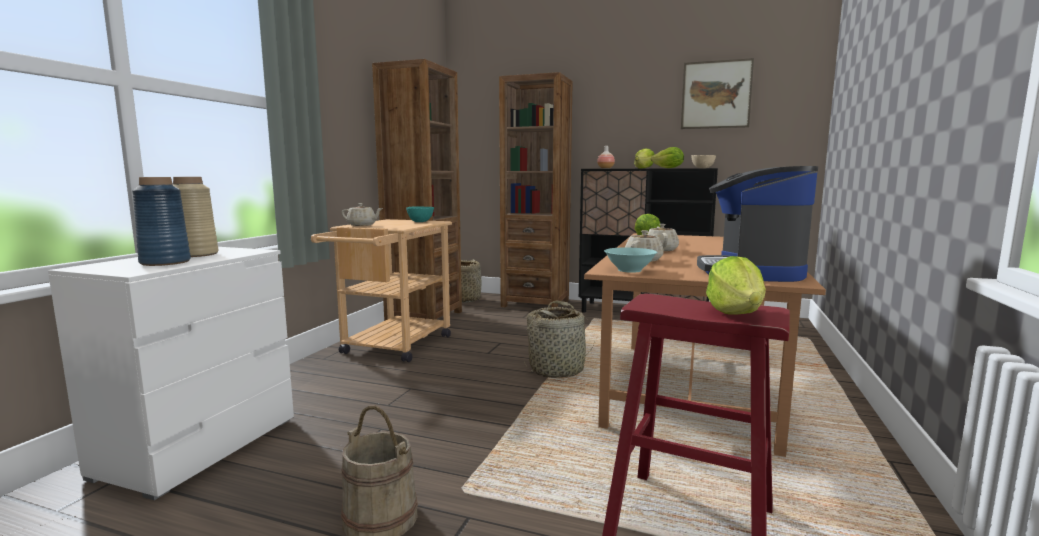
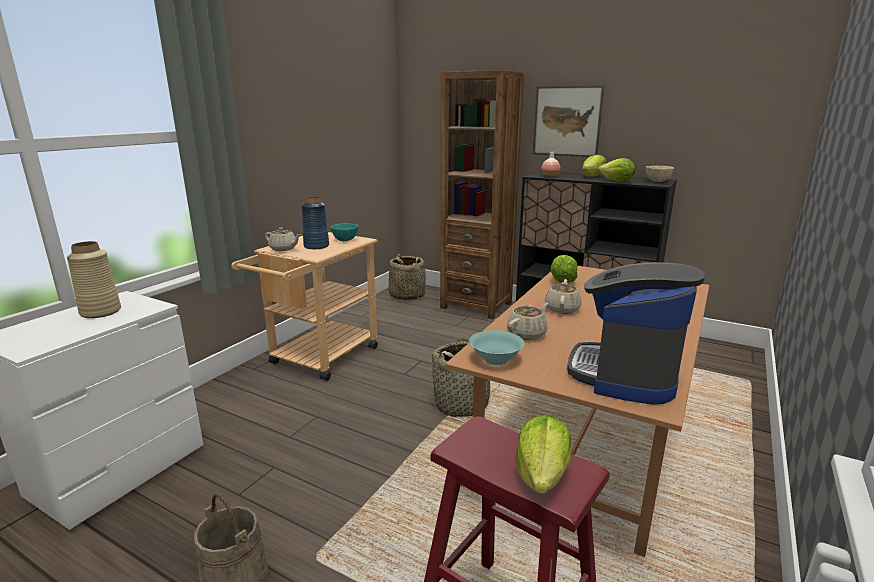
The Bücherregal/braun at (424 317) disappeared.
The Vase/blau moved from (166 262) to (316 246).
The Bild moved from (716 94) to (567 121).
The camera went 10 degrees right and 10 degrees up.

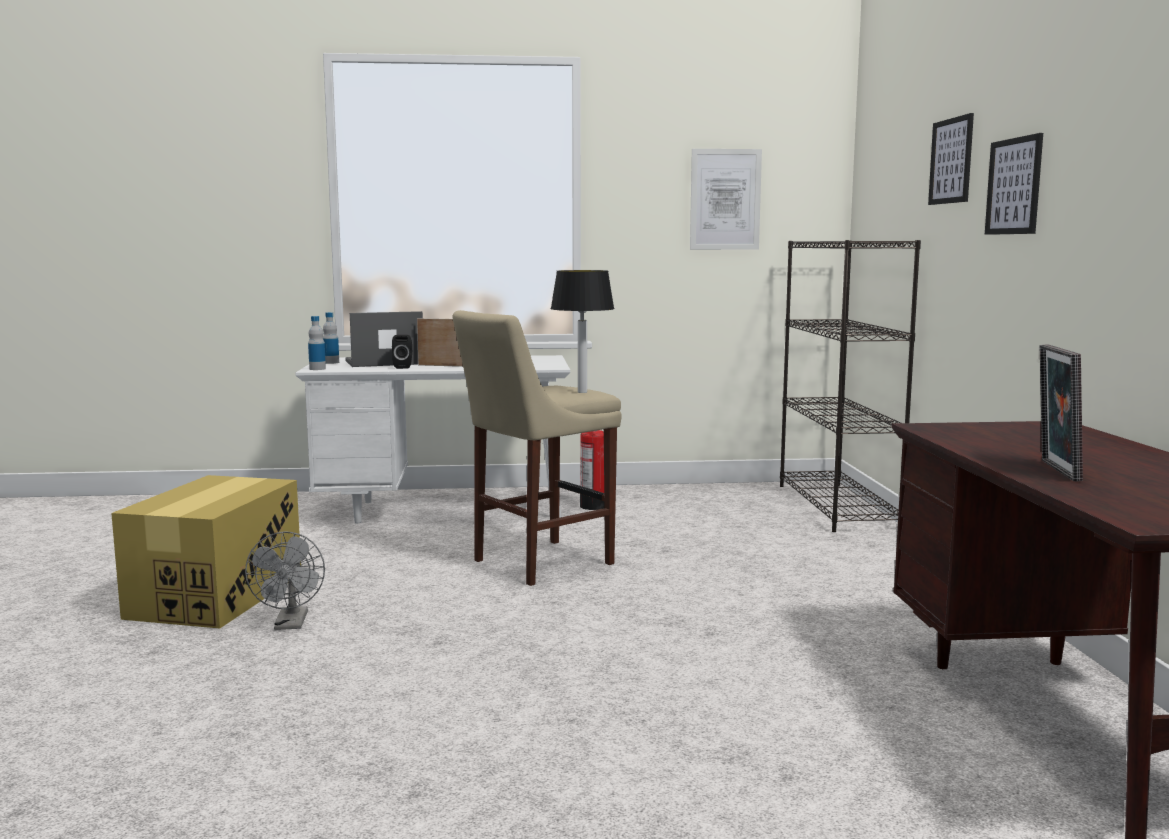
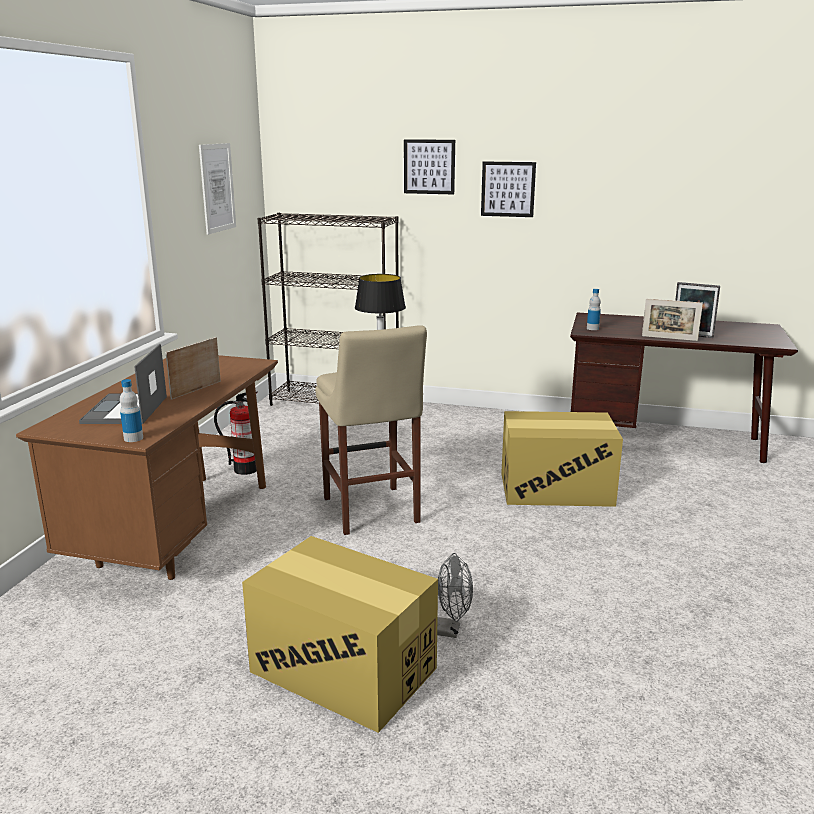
The Lautsprecher/schwarz at (403 367) disappeared.
The Karton at (555 489) appeared.
The Bilderrahmen at (669 338) appeared.
The Flasche moved from (331 362) to (592 328).
The Schreibtisch/weiß at (442 510) became the Schreibtisch/braun at (179 531).
The camera went 70 degrees left and 10 degrees up.

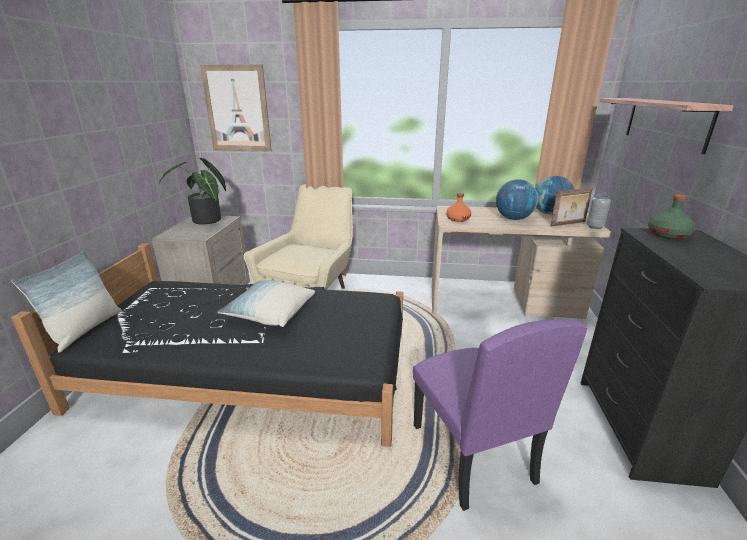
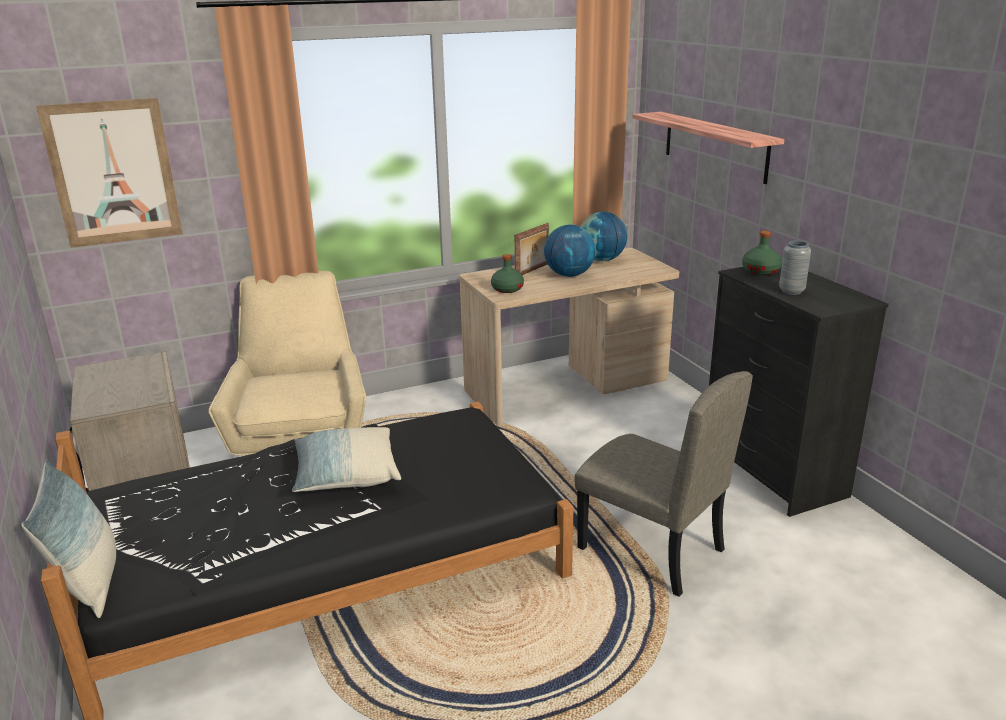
The Topfpflanze at (206 221) disappeared.
The Bilderrahmen moved from (568 224) to (532 270).
The Vase/grau moved from (595 227) to (791 291).
The Stuhl/lila at (471 452) became the Stuhl/beige at (650 549).
The Flasche/orange at (457 219) became the Flasche/grün at (507 289).
The camera went 30 degrees left and 0 degrees up.

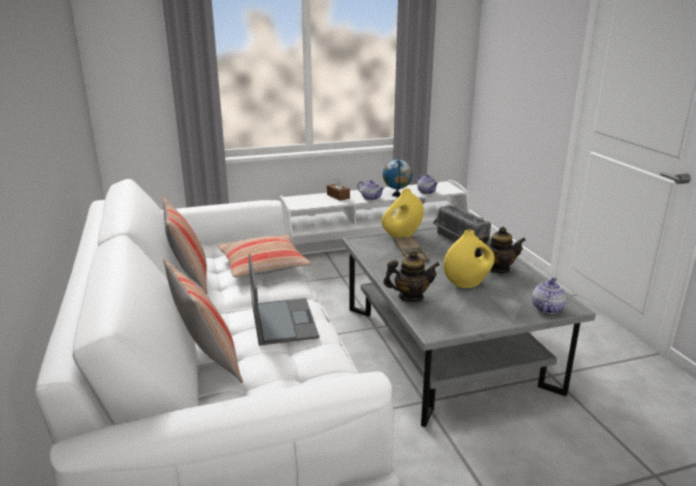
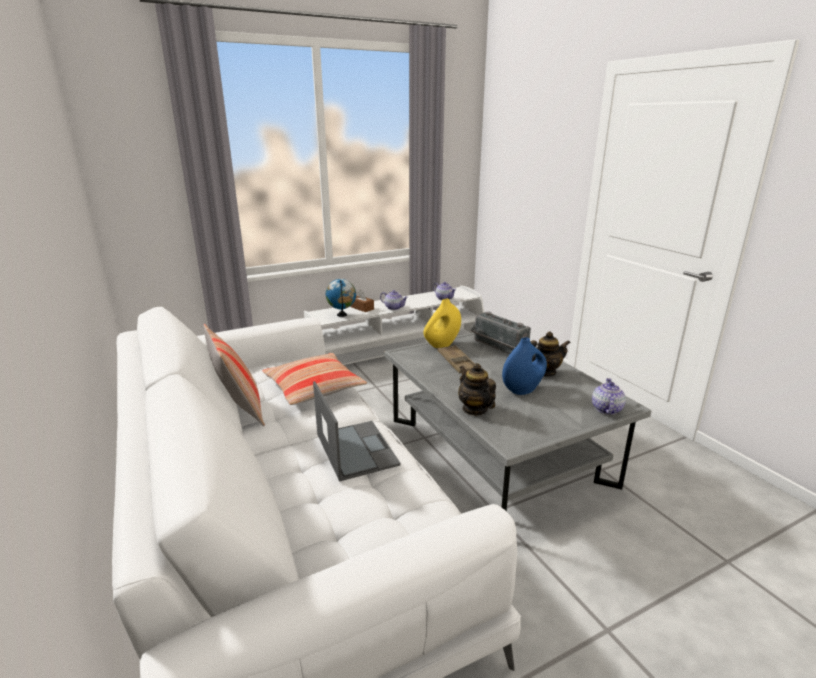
The Kissen at (207 360) disappeared.
The Globus moved from (397 195) to (342 315).
The Vase/gelb at (467 283) became the Vase/blau at (522 390).
The Teekanne at (410 297) turned 105 degrees counterclockwise.
The camera went 10 degrees left and 0 degrees up.

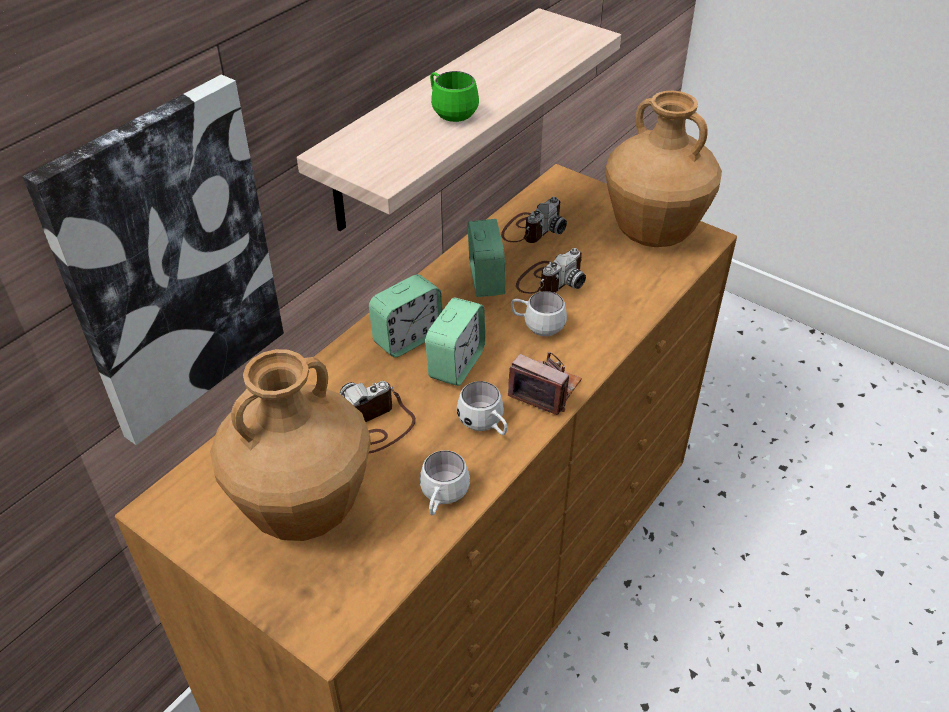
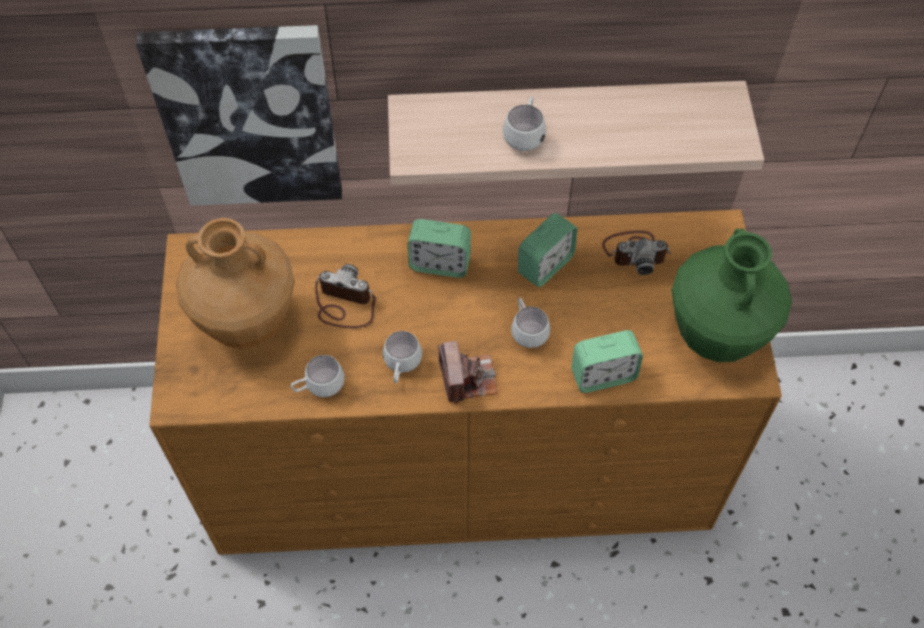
The Kamera at (549 280) disappeared.
The Wecker moved from (456 364) to (603 375).
The Henkelbecher/grün at (450 112) became the Henkelbecher/weiß at (525 135).
The Vase/braun at (652 234) became the Vase/grün at (716 335).
The camera went 50 degrees right and 15 degrees up.

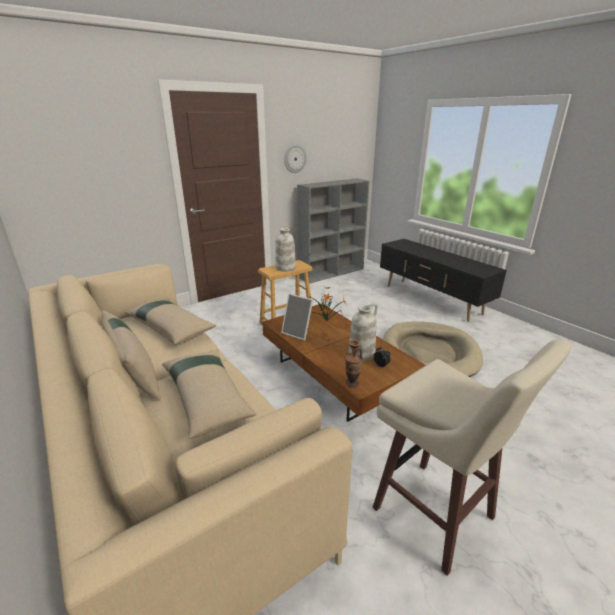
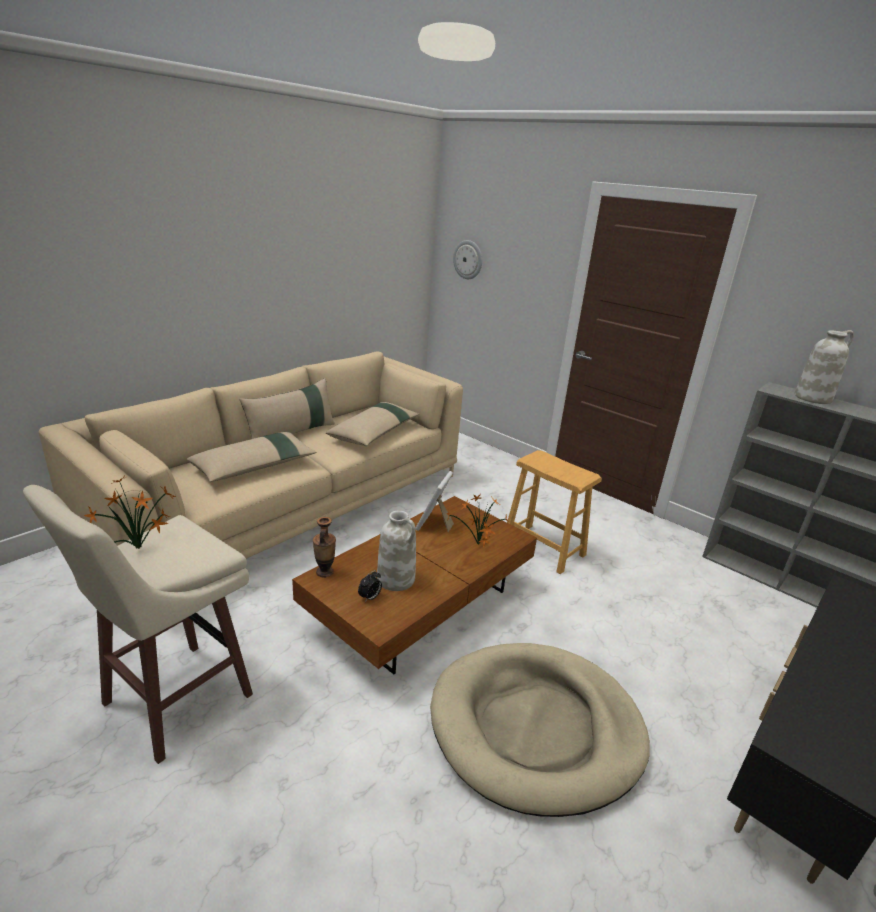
The Topfpflanze at (141 548) appeared.
The Vase/weiß moved from (285 268) to (813 398).
The Wanduhr moved from (295 158) to (468 259).
The camera went 75 degrees right and 0 degrees up.

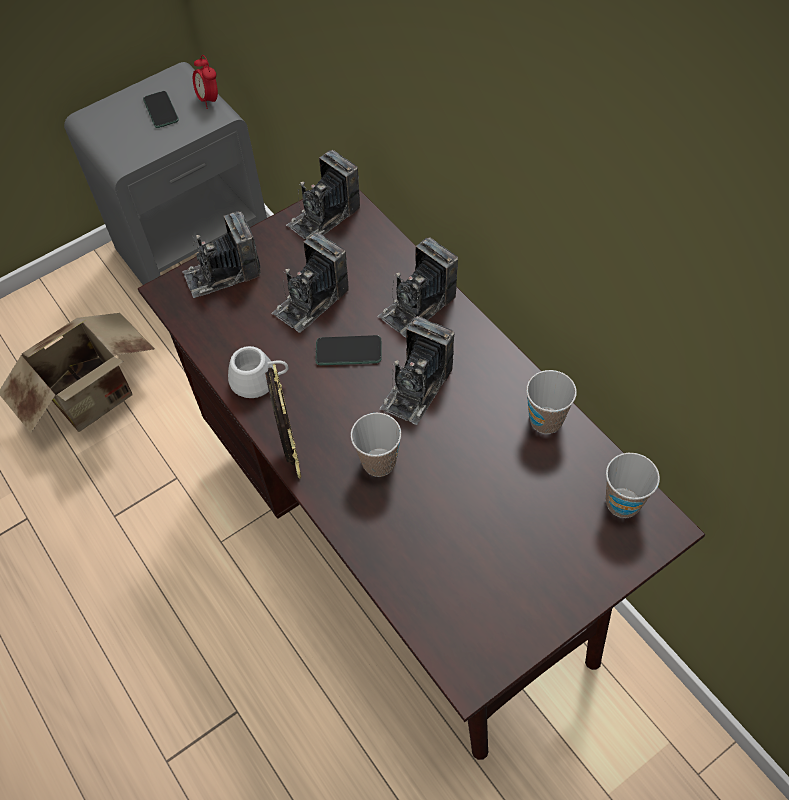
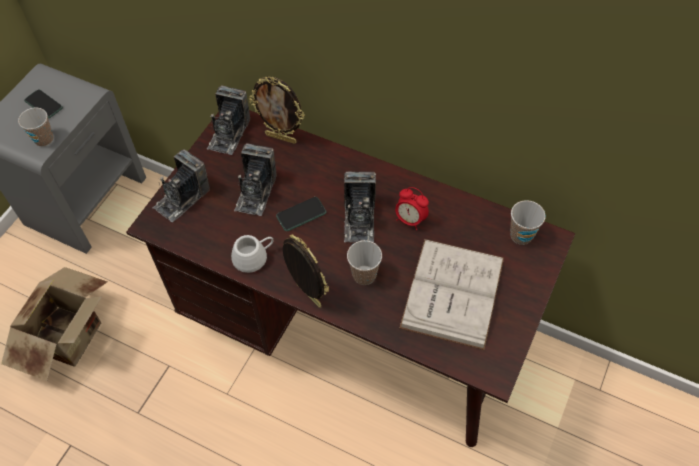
The Kamera at (418 306) disappeared.
The Bilderrahmen at (281 138) appeared.
The Buch/weiß at (453 292) appeared.
The Wecker moved from (209 100) to (410 220).
The Tasse moved from (546 420) to (44 139).
The camera went 30 degrees left and 0 degrees up.

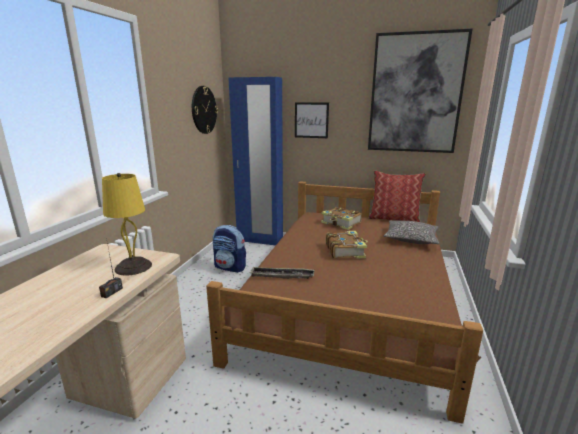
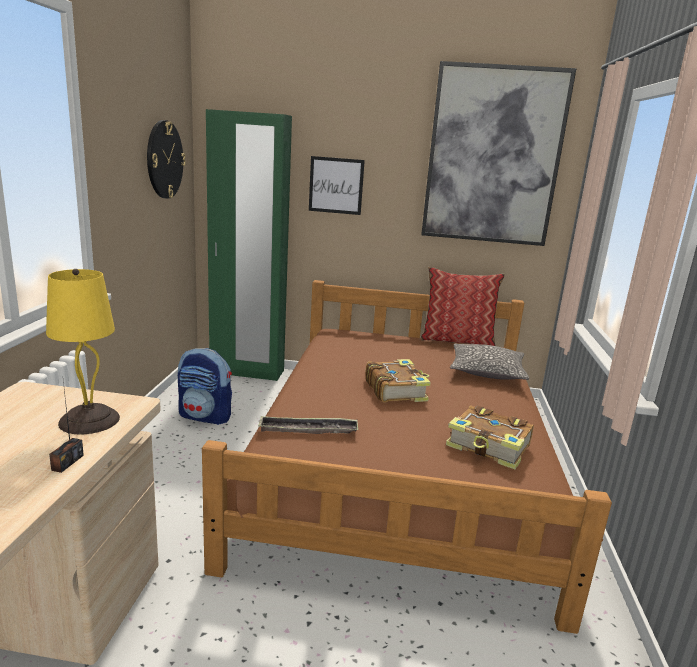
The Buch moved from (341 223) to (489 447).
The Kleiderschrank/blau at (260 240) became the Kleiderschrank/grün at (247 372).
The camera went 10 degrees left and 0 degrees up.

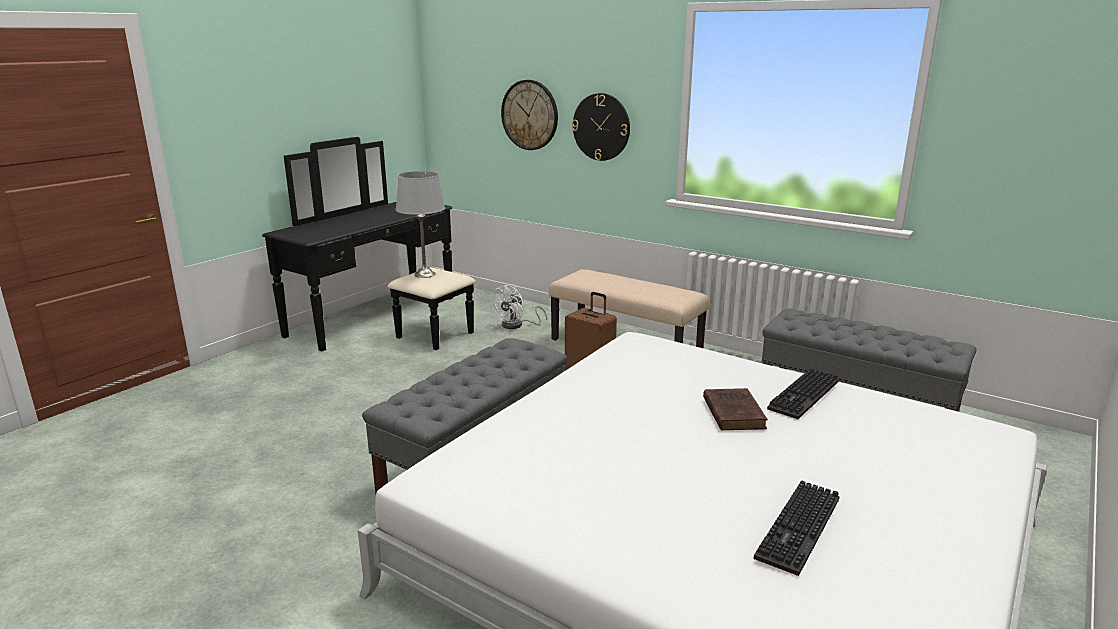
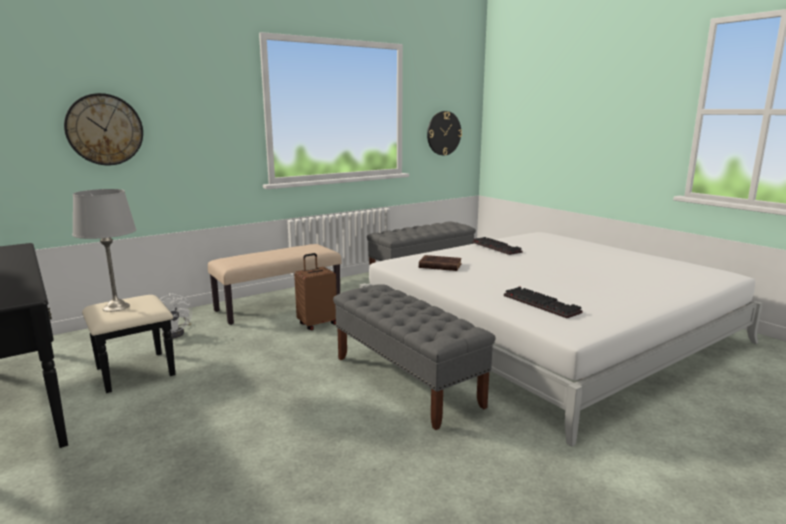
The Wanduhr moved from (601 127) to (443 133).
The Buch/braun moved from (733 412) to (439 266).
The Tastatur moved from (800 530) to (543 304).
The camera went 70 degrees left and 5 degrees down.

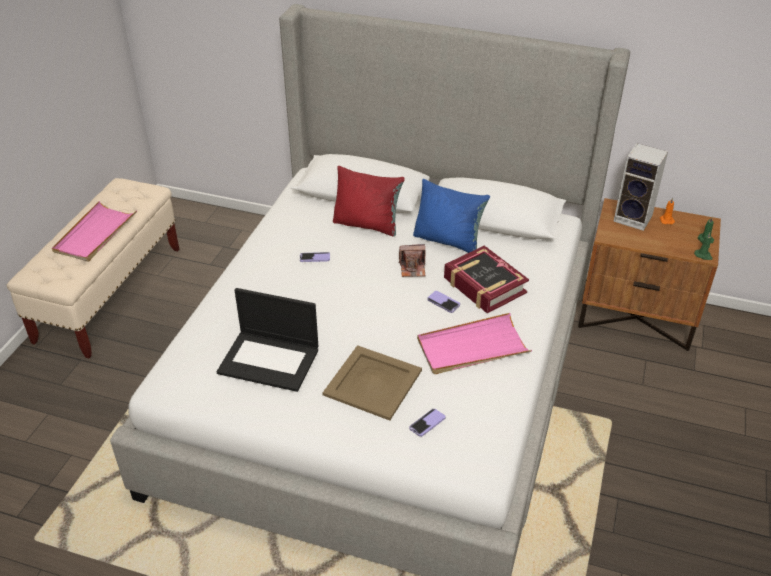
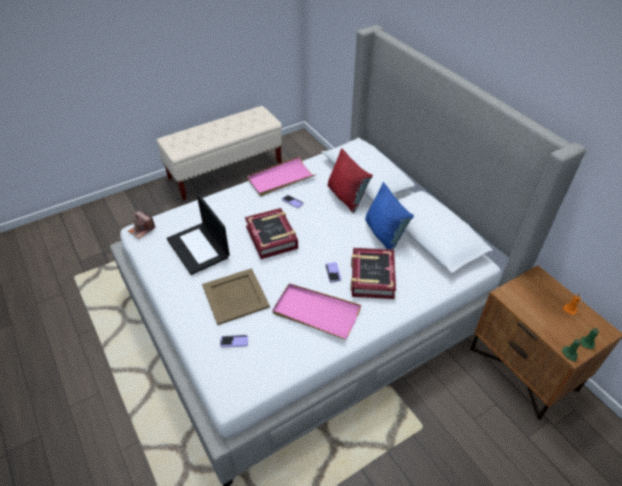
The Lautsprecher at (634 218) disappeared.
The Buch at (272 237) appeared.
The Tablett/rosa moved from (95 234) to (280 179).
The Kamera moved from (412 268) to (141 230).
The camera went 40 degrees right and 5 degrees up.

